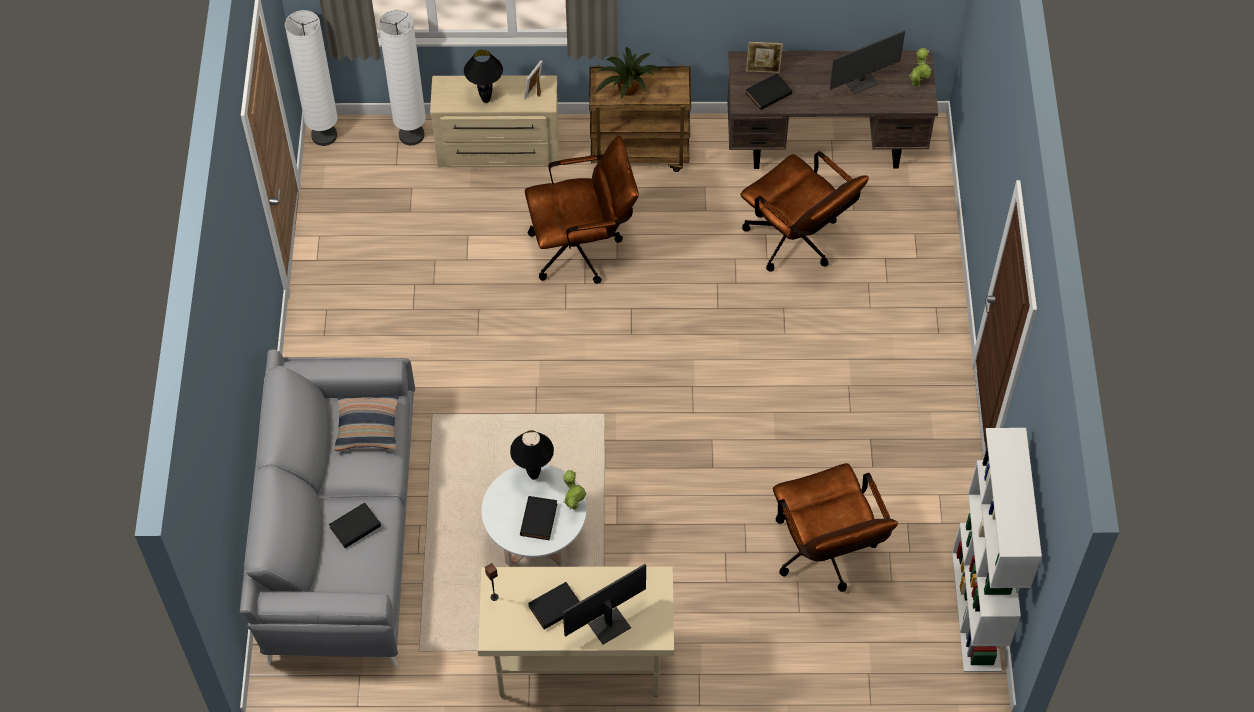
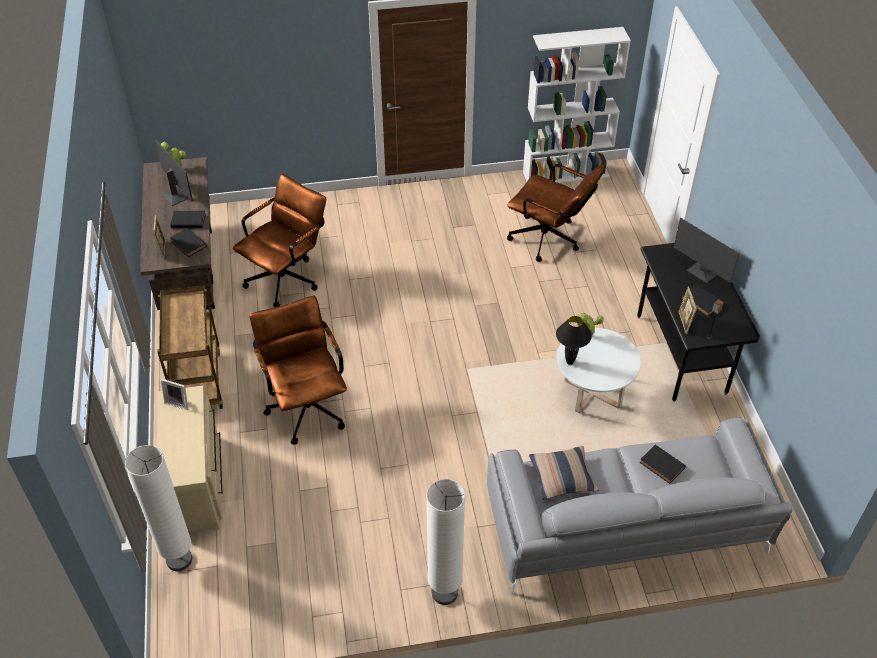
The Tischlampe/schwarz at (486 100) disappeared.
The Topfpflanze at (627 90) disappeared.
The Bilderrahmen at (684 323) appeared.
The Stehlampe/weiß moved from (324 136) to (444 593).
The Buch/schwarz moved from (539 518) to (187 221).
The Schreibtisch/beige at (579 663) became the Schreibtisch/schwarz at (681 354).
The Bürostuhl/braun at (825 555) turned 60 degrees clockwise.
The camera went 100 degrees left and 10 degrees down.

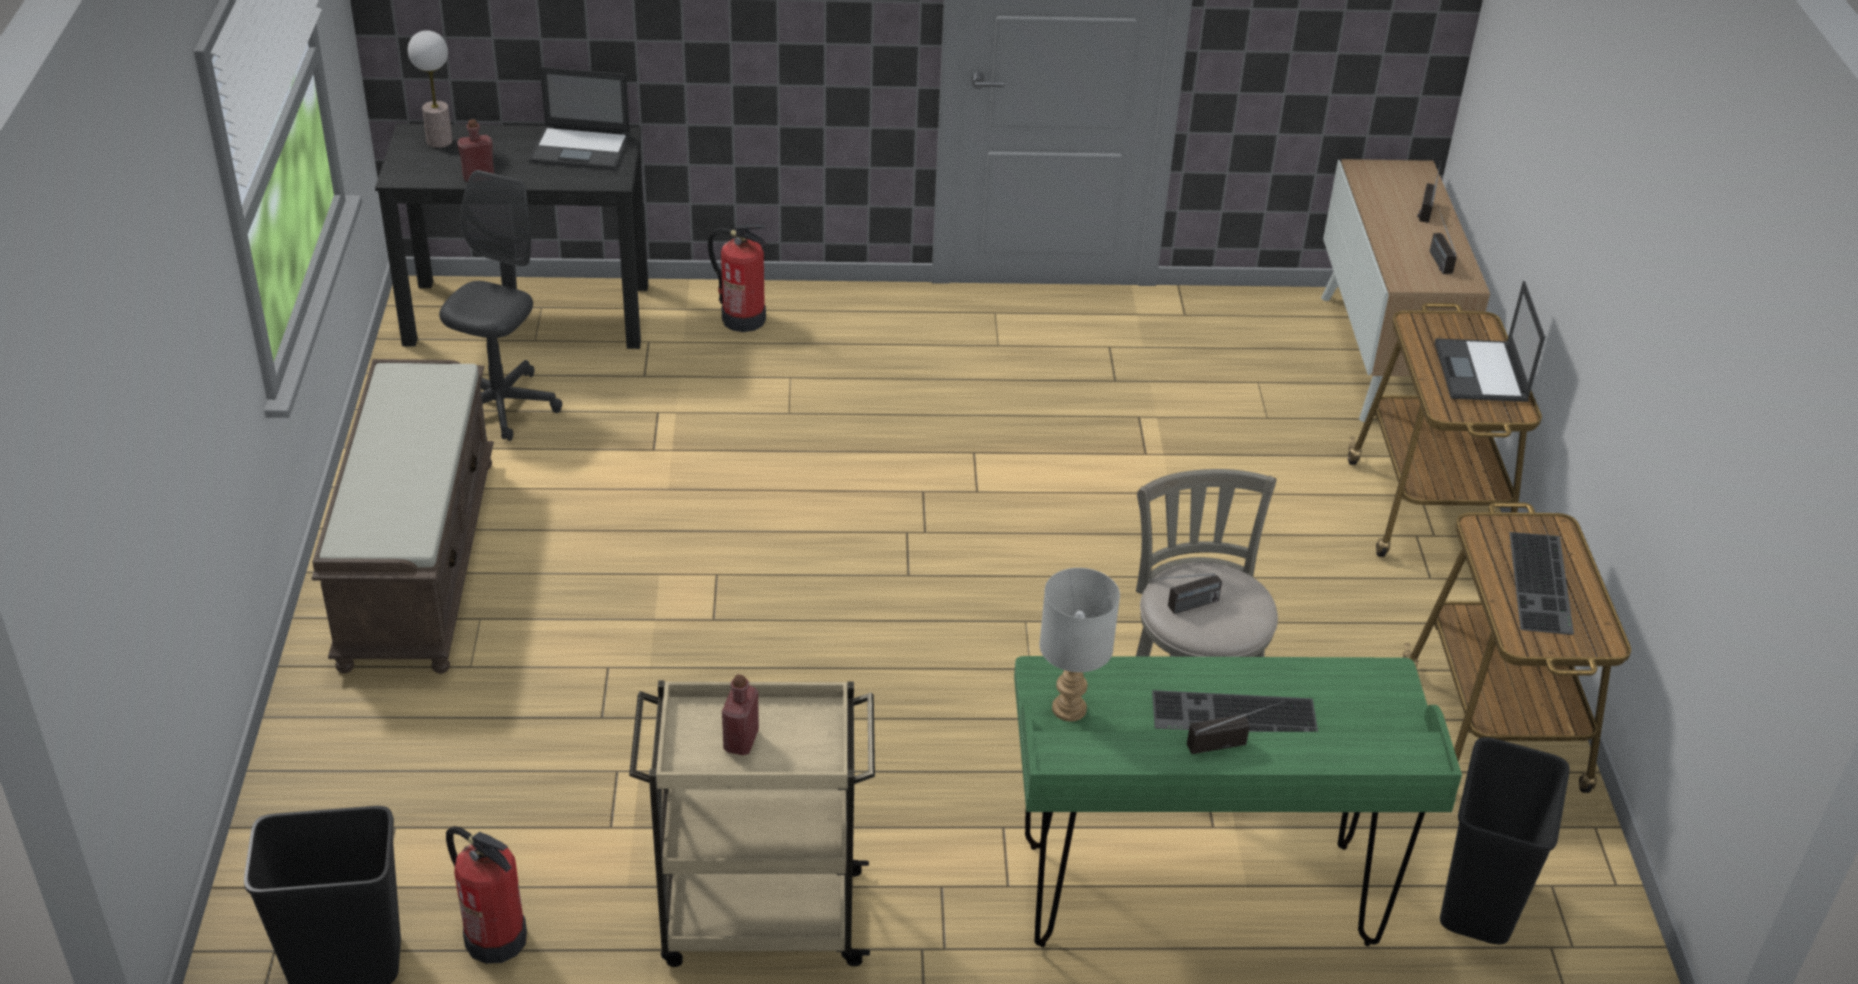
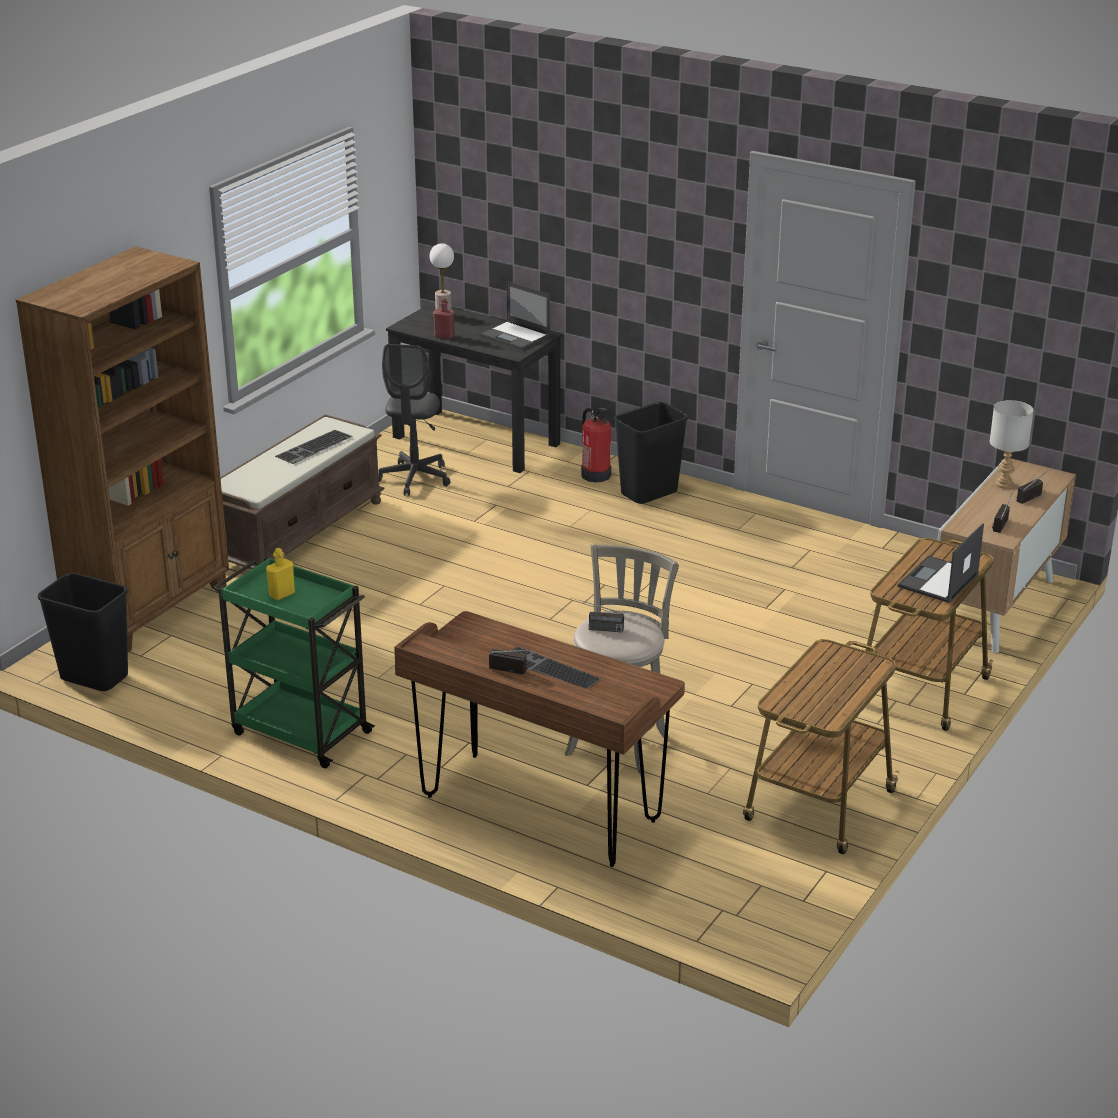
The Feuerlöscher at (495 937) disappeared.
The Bücherregal/braun at (150 609) appeared.
The Tischlampe/grau moved from (1069 708) to (1004 484).
The Mülleimer/schwarz moved from (1480 905) to (649 494).
The Tastatur moved from (1543 584) to (314 447).
The Rollwagen/beige at (758 918) became the Rollwagen/grün at (299 732).
The Flasche/rot at (741 741) became the Flasche/gelb at (282 594).
The Schreibtisch/grün at (1197 896) became the Schreibtisch/braun at (539 809).
The Bürostuhl/grau at (501 406) turned 135 degrees clockwise.
The camera went 35 degrees right and 10 degrees down.

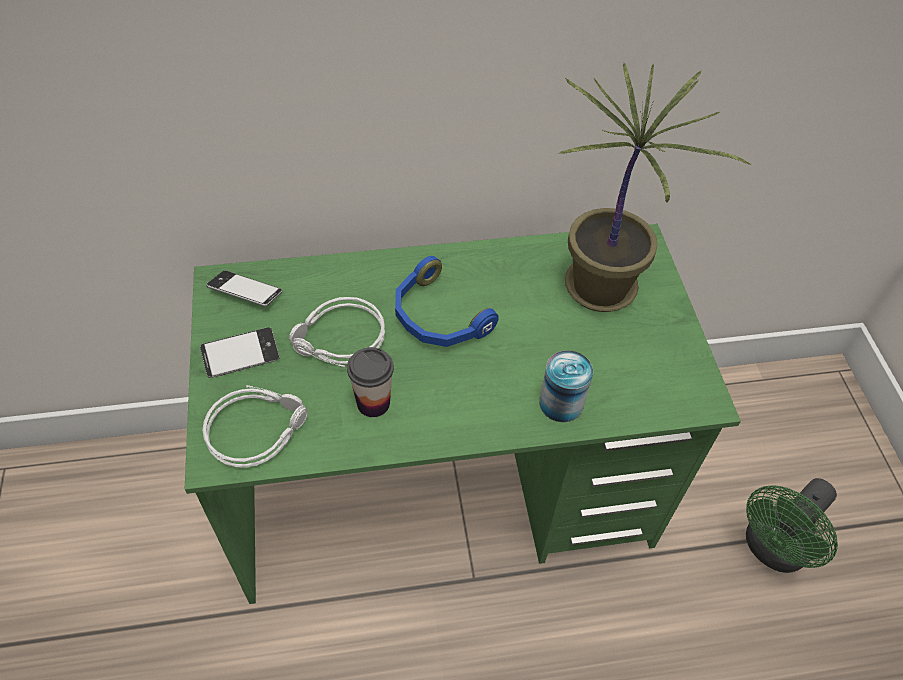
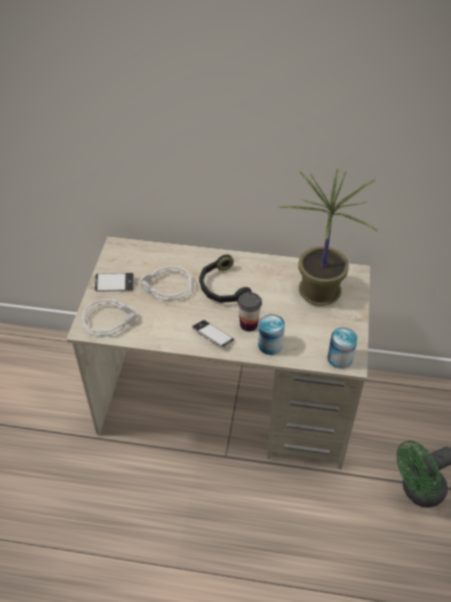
The Dose at (340 358) appeared.
The Handy moved from (245 292) to (213 336).
The Tasse moved from (373 403) to (248 324).
The Schreibtisch/grün at (444 490) became the Schreibtisch/beige at (226 404).
The Kopfhörer/blau at (437 317) became the Kopfhörer/schwarz at (222 288).
The camera went 20 degrees right and 5 degrees down.

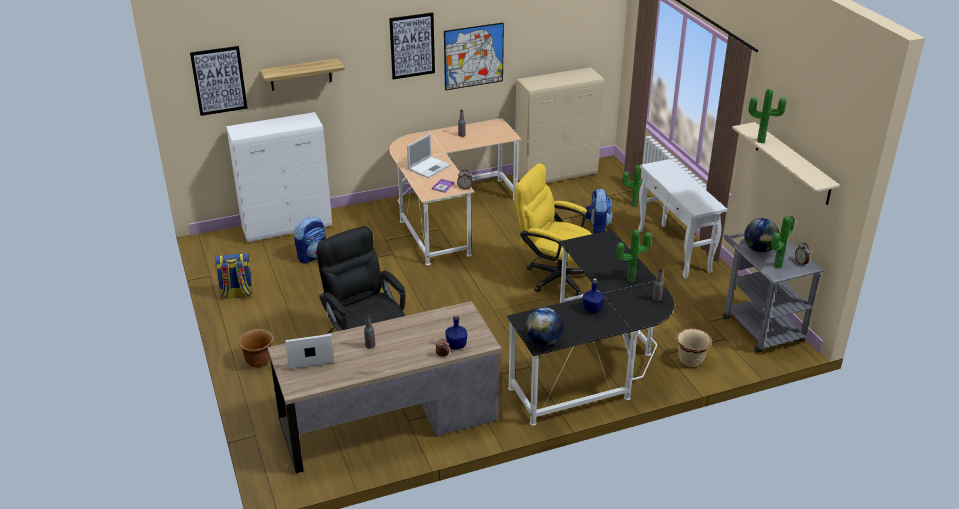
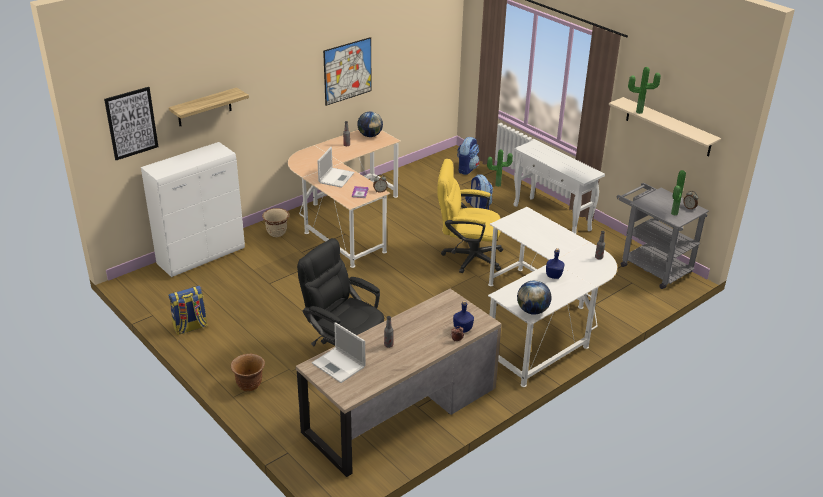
The Bild at (412 45) disappeared.
The Schrank/beige at (556 175) disappeared.
The Topfpflanze at (630 278) disappeared.
The Rucksack moved from (312 256) to (467 169).
The Pflanzkübel/beige moved from (691 360) to (277 233).
The Globus moved from (759 249) to (370 135).
The Schreibtisch/schwarz at (594 363) became the Schreibtisch/weiß at (543 323).
The Laptop at (309 356) turned 105 degrees counterclockwise.
The camera went 20 degrees left and 0 degrees up.

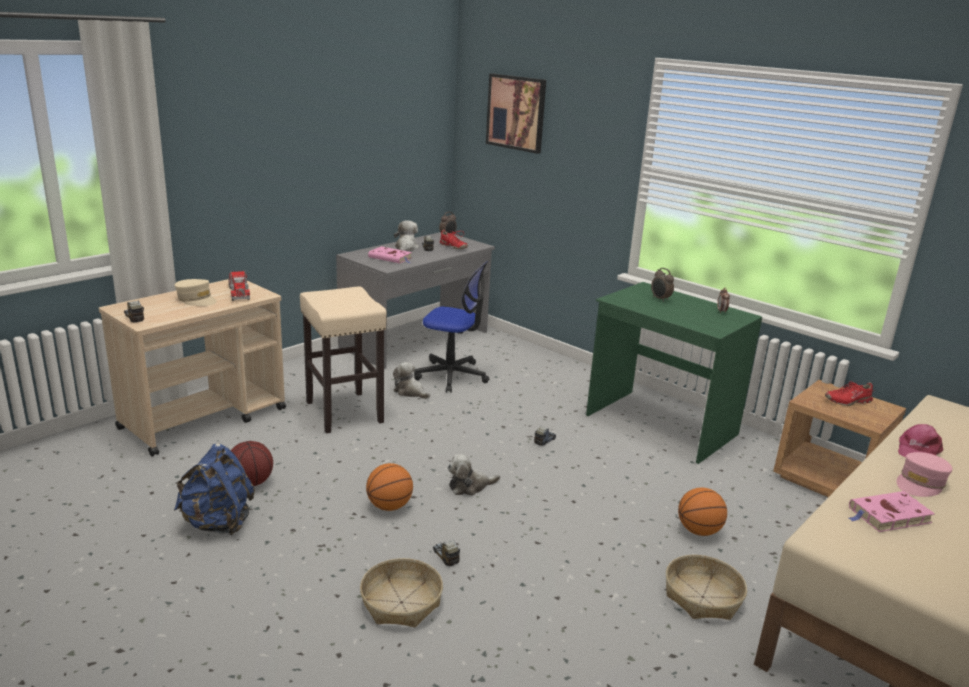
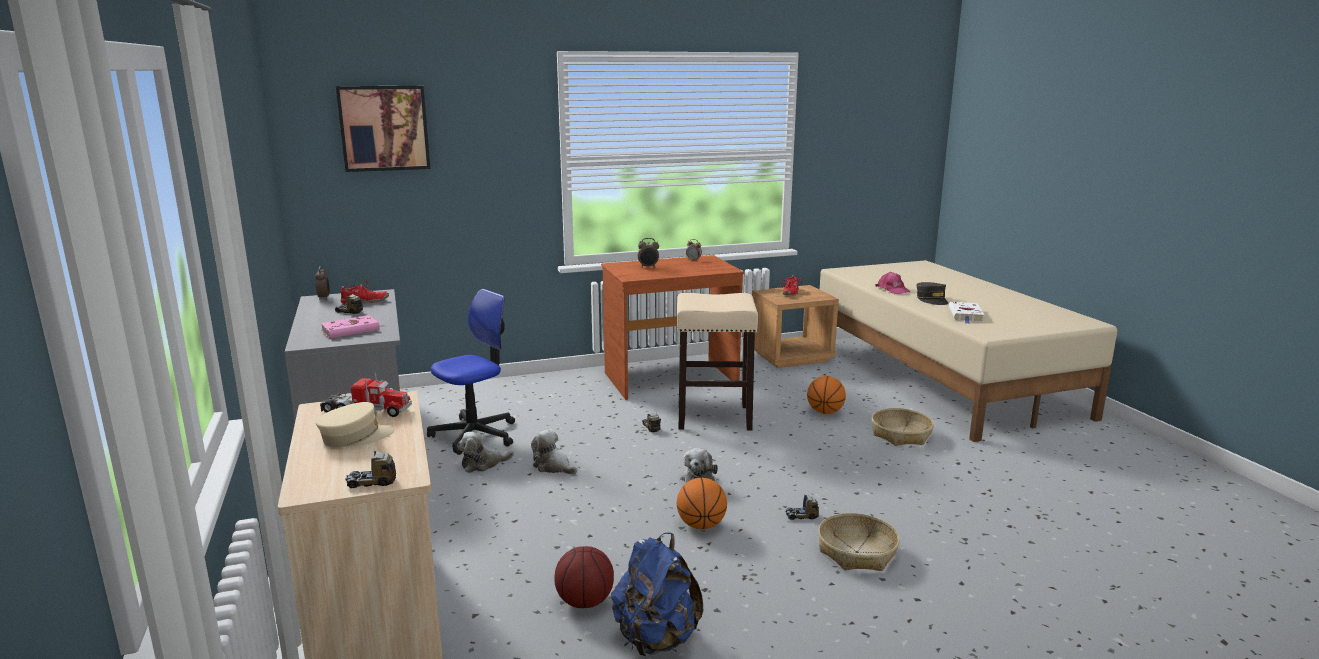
The Hocker/beige moved from (343 411) to (713 417).
The Plüschtier moved from (406 248) to (553 467).
The Schreibtisch/grün at (660 425) became the Schreibtisch/braun at (671 379).
The Buch/rosa at (888 516) became the Buch/weiß at (966 315).
The Kappe/rosa at (920 483) became the Kappe/grau at (932 300).
The camera went 60 degrees left and 5 degrees down.

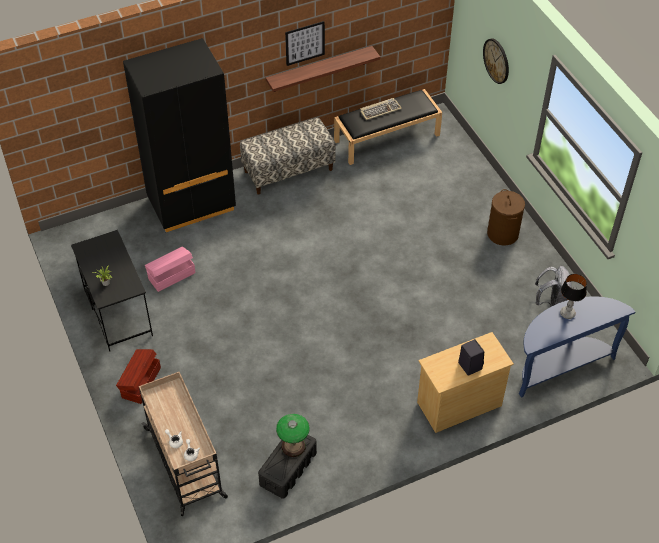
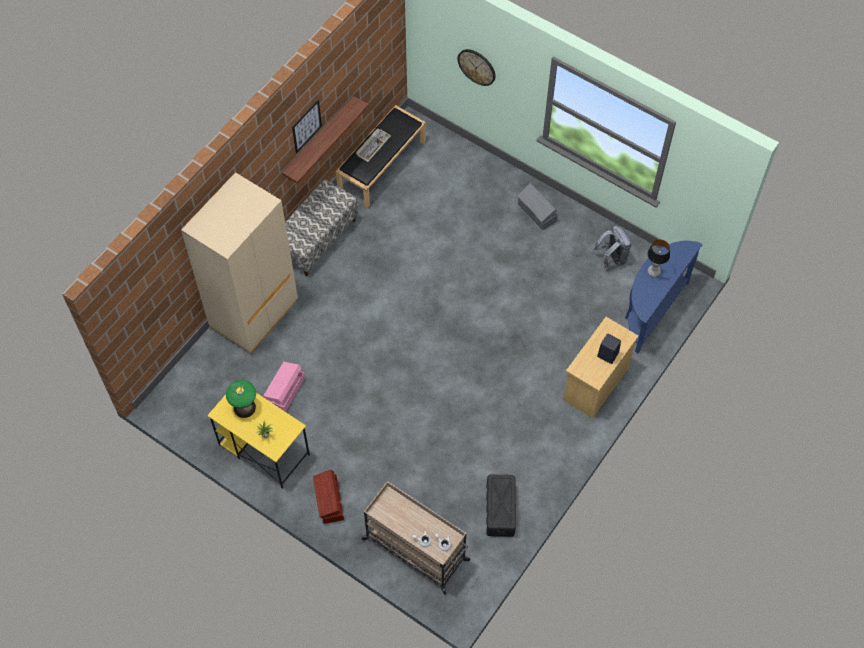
The Tischlampe moved from (293 446) to (244 407).
The Wäschekorb/braun at (502 234) was replaced by the Aufbewahrungsbox/grau at (536 213).
The Schreibtisch/schwarz at (117 312) became the Schreibtisch/gelb at (263 449).
The Kleiderschrank/schwarz at (191 204) became the Kleiderschrank/beige at (254 315).
The camera went 30 degrees left and 10 degrees up.

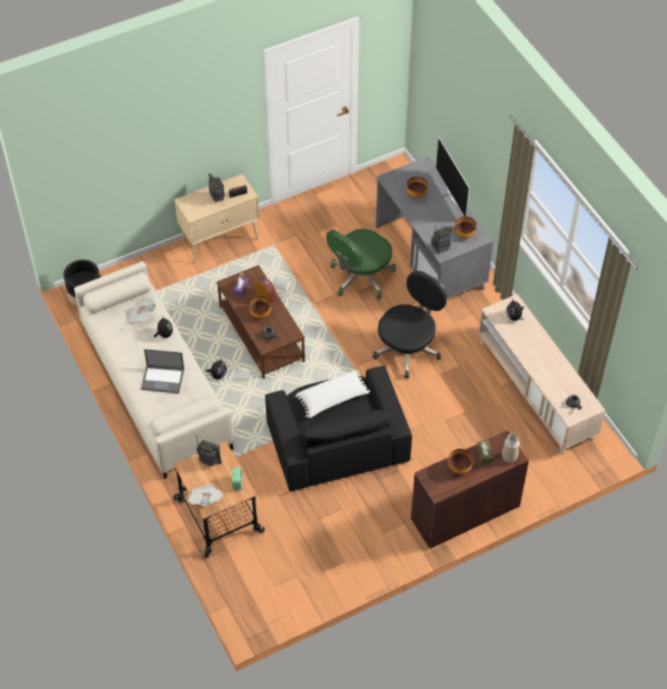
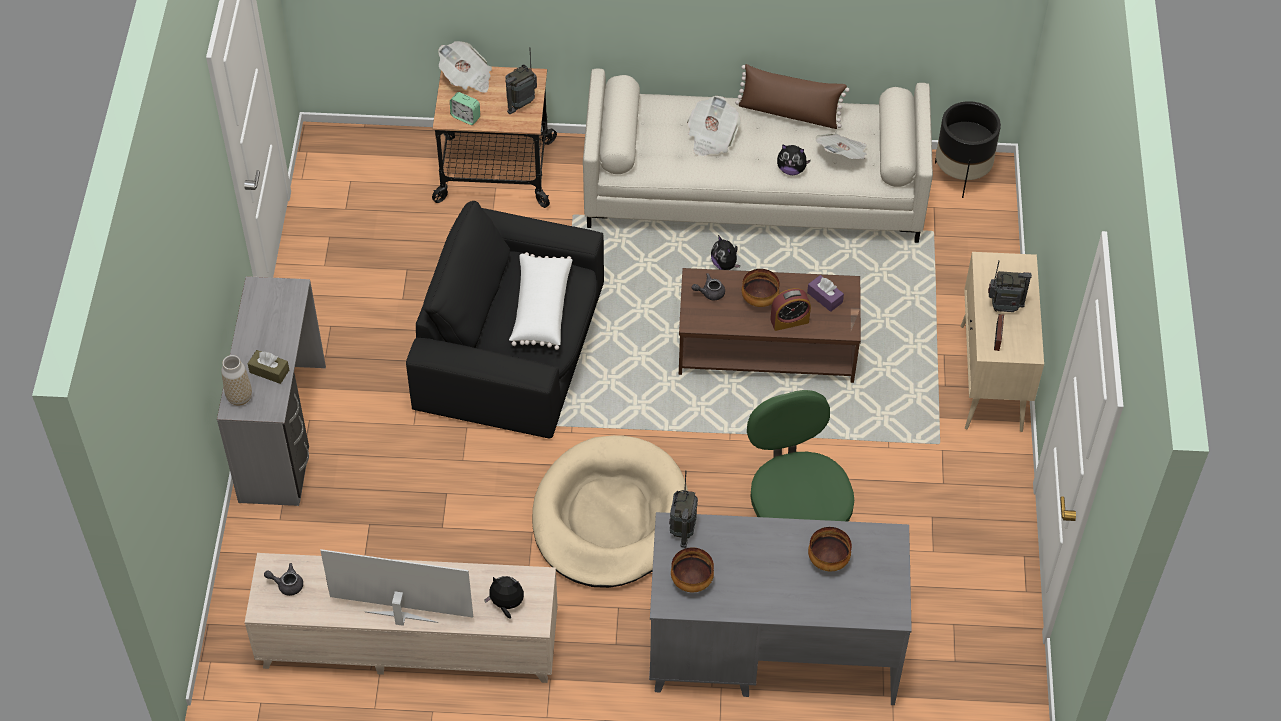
The Schüssel at (459 468) disappeared.
The Kissen/braun at (789 113) appeared.
The Fernseher moved from (453 196) to (401 618).
The Laptop at (163 379) was replaced by the Zeitung at (711 137).
The Bürostuhl/schwarz at (408 348) was replaced by the Hundebett/beige at (610 516).
The Schreibtisch/braun at (464 512) became the Schreibtisch/grau at (284 433).
The camera went 120 degrees right and 0 degrees up.

